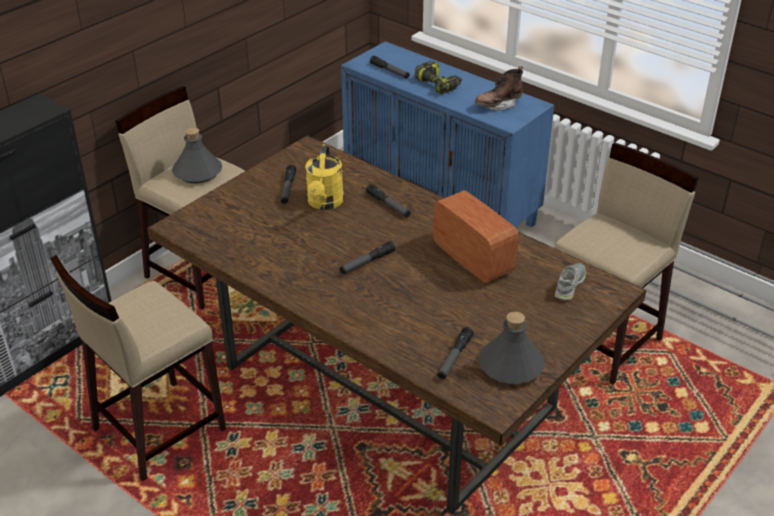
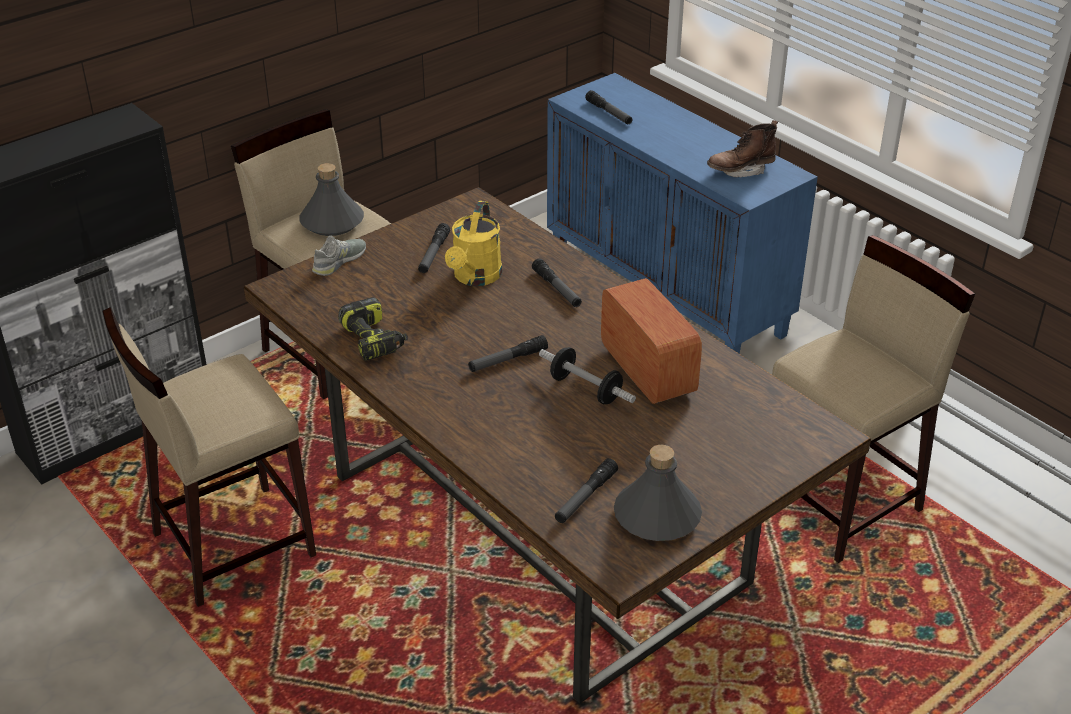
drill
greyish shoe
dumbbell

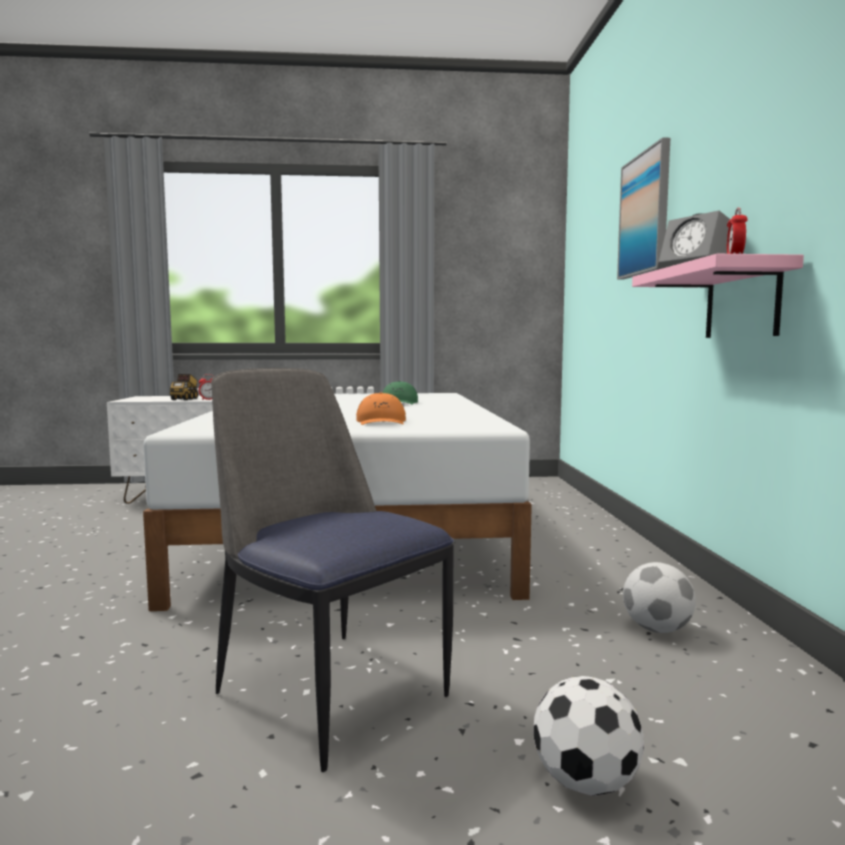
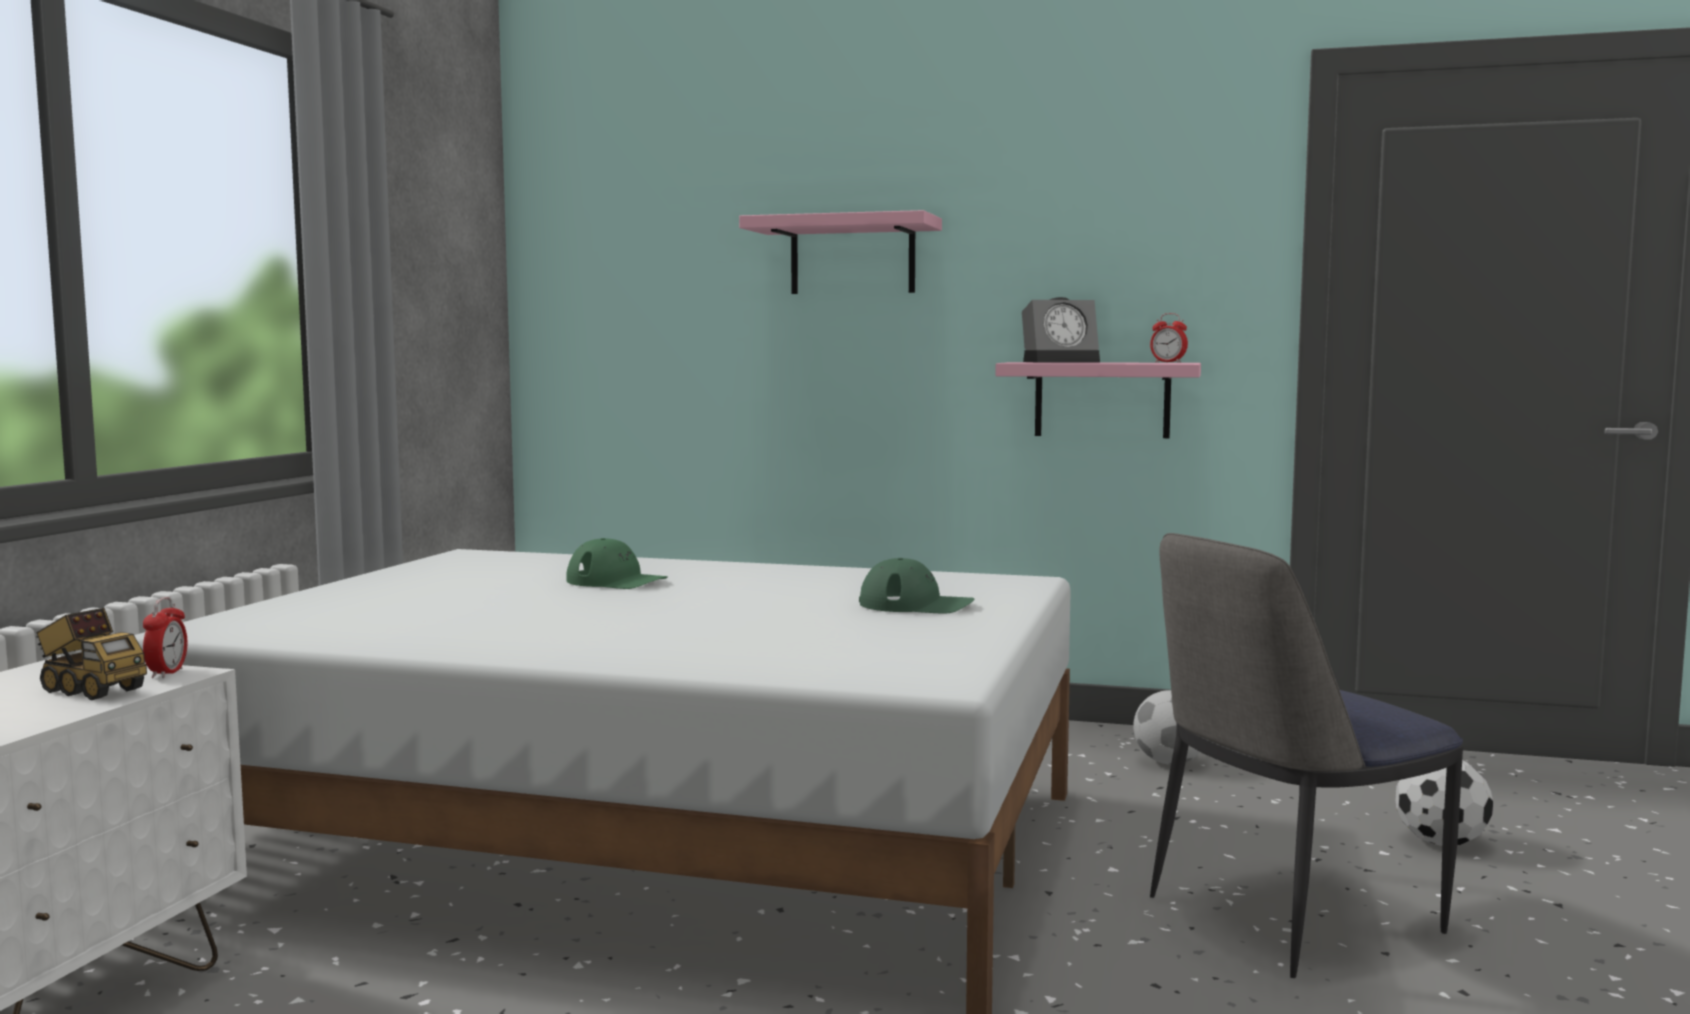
pink-coloured shelf (no. 1 from left)
greenish baseball cap (no. 2 from left)

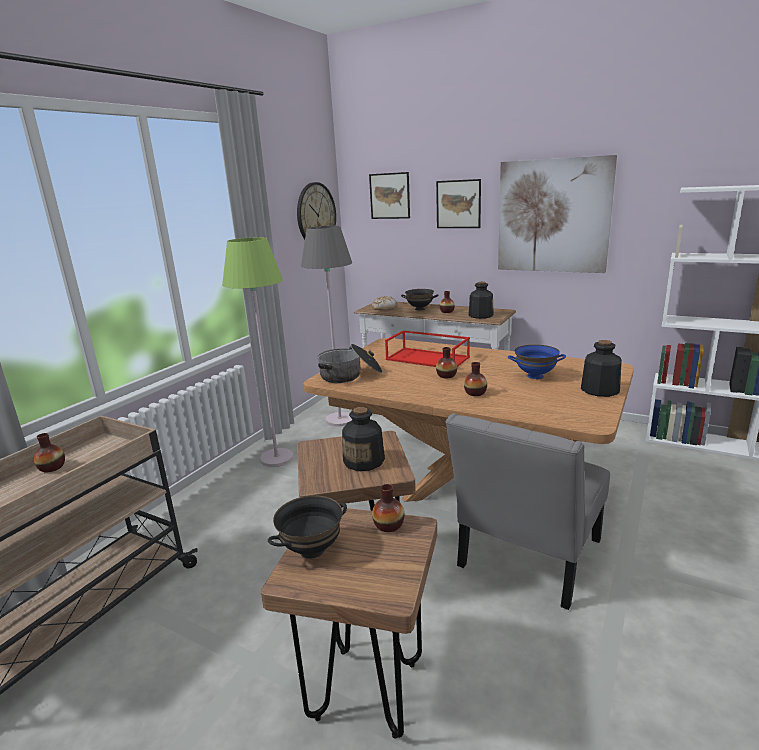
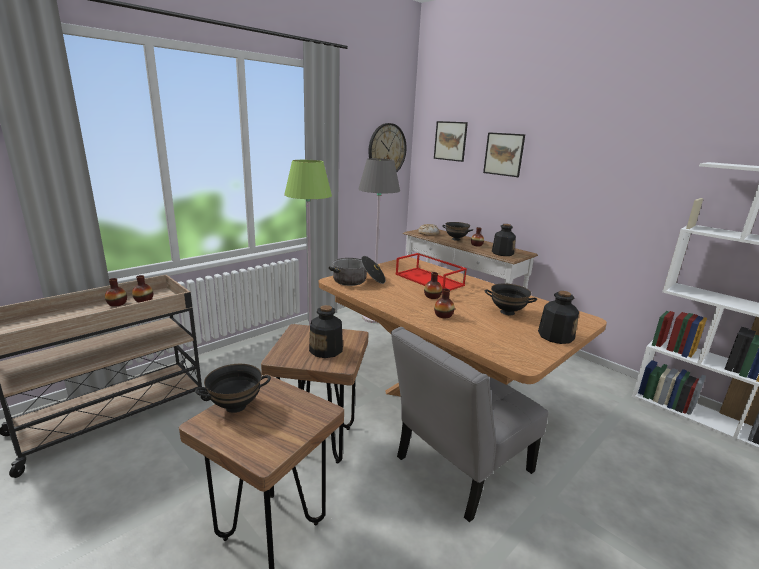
picture (no. 3 from left in the first image)
black deep dish (no. 3 from left)
decorative vase (no. 2 from left)

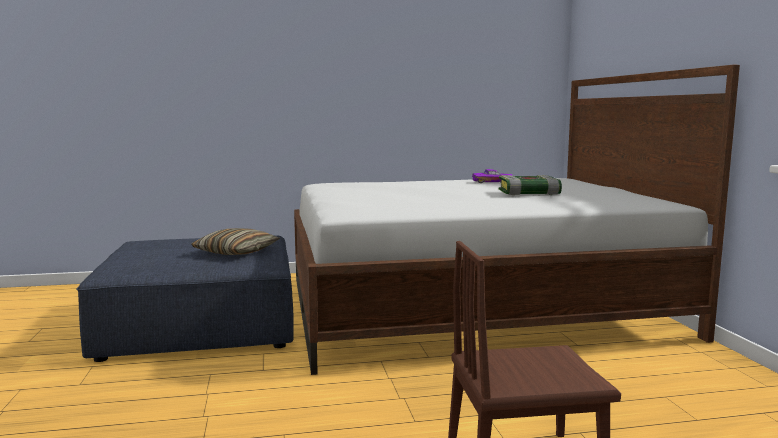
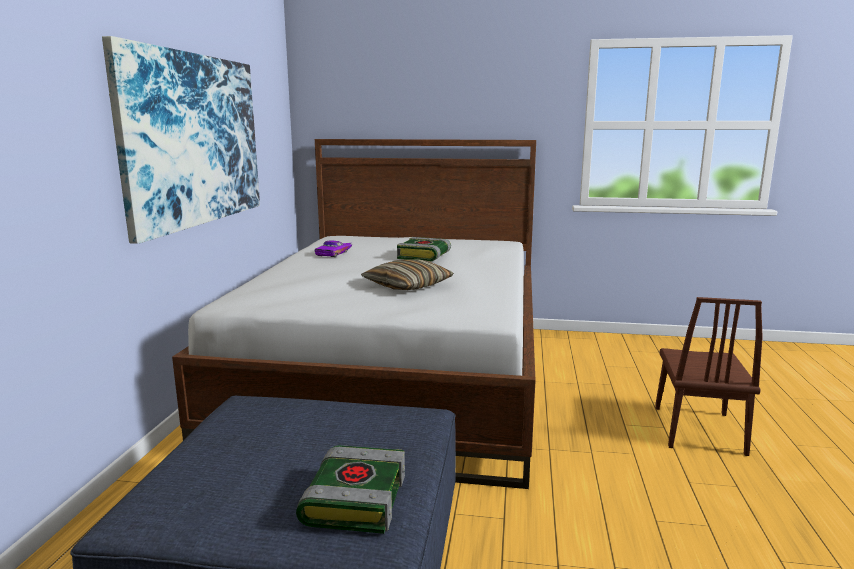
cushion
picture
bound book (no. 1 from left)

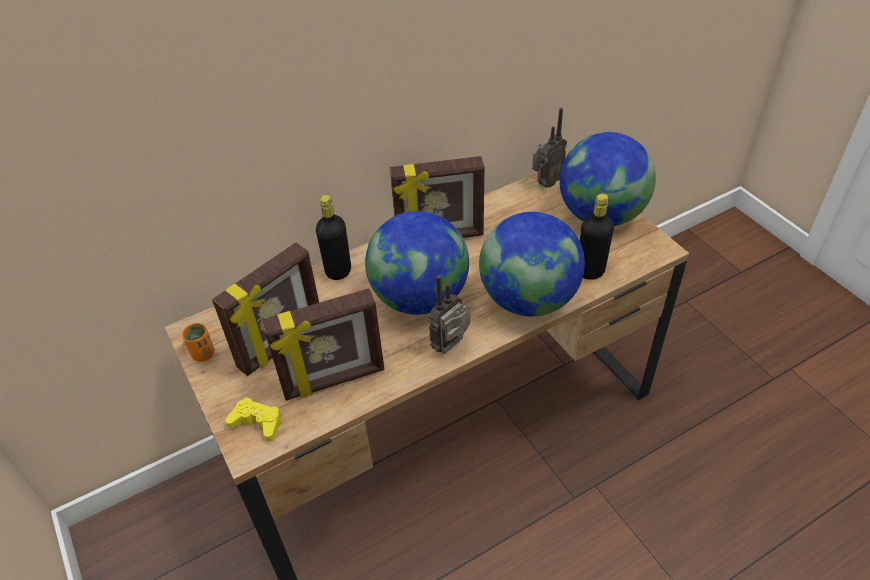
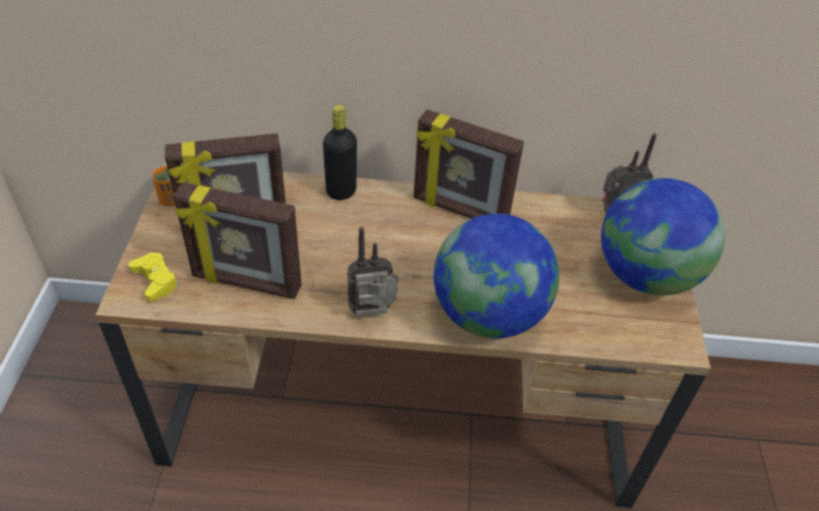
black bottle (no. 2 from left in the first image)
world globe (no. 1 from left in the first image)

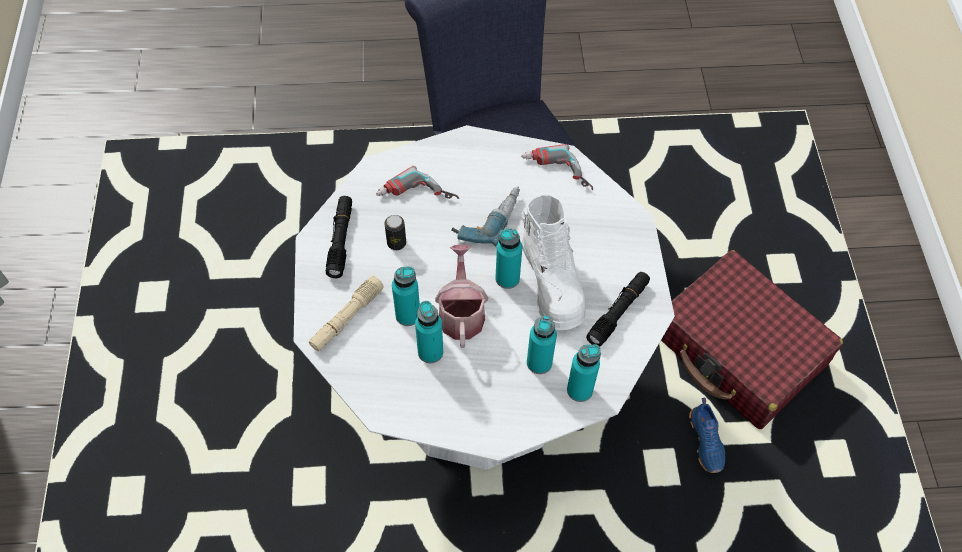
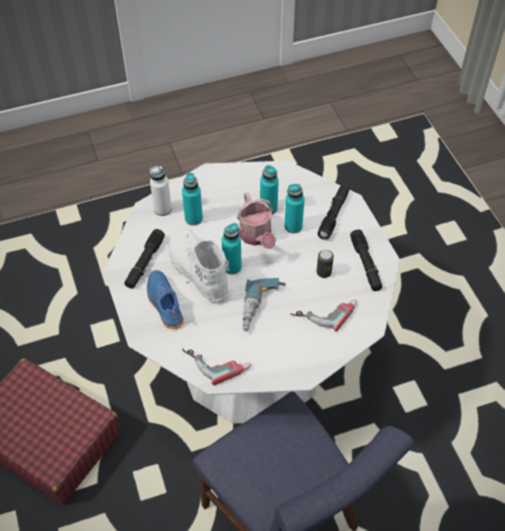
black hand torch (no. 2 from left)
whitish bottle
blue-coloured shoe

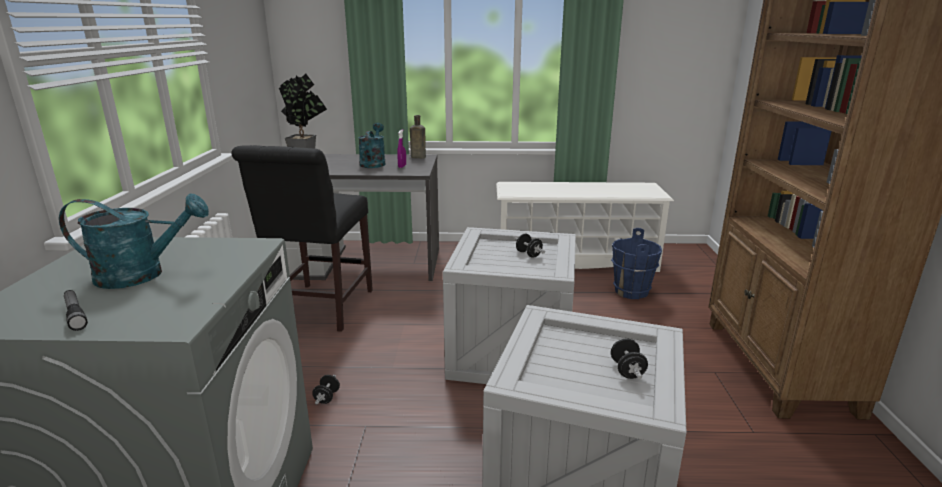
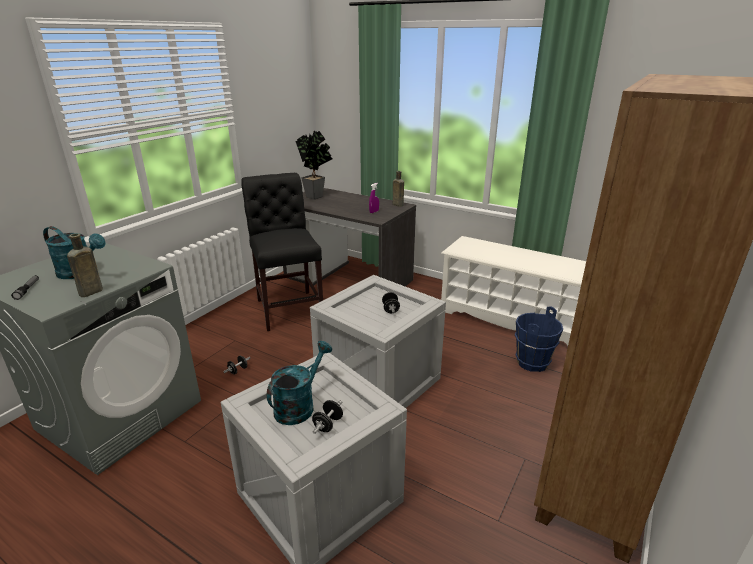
turquoise watering pot (no. 2 from left)
black upright chair
brownish bottle (no. 1 from left)

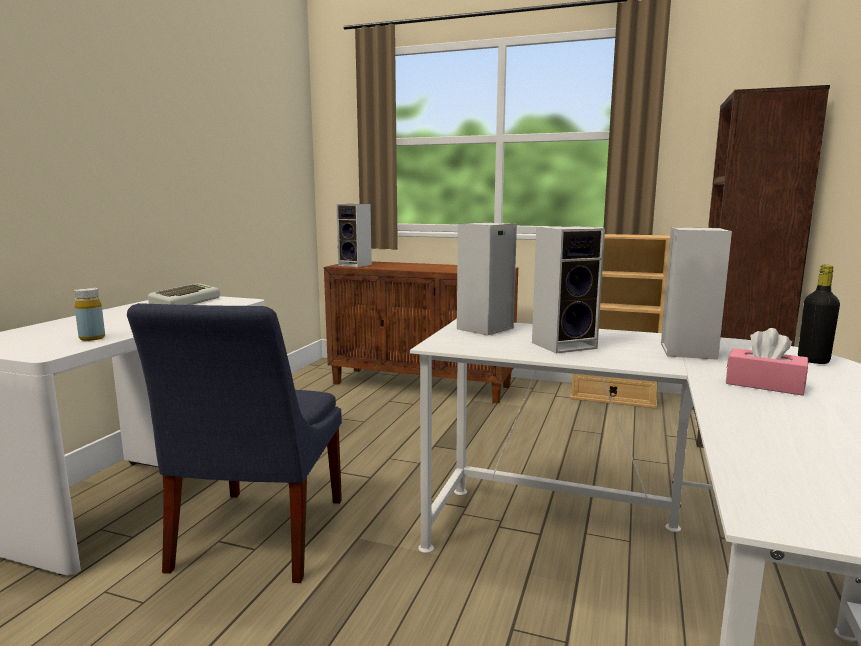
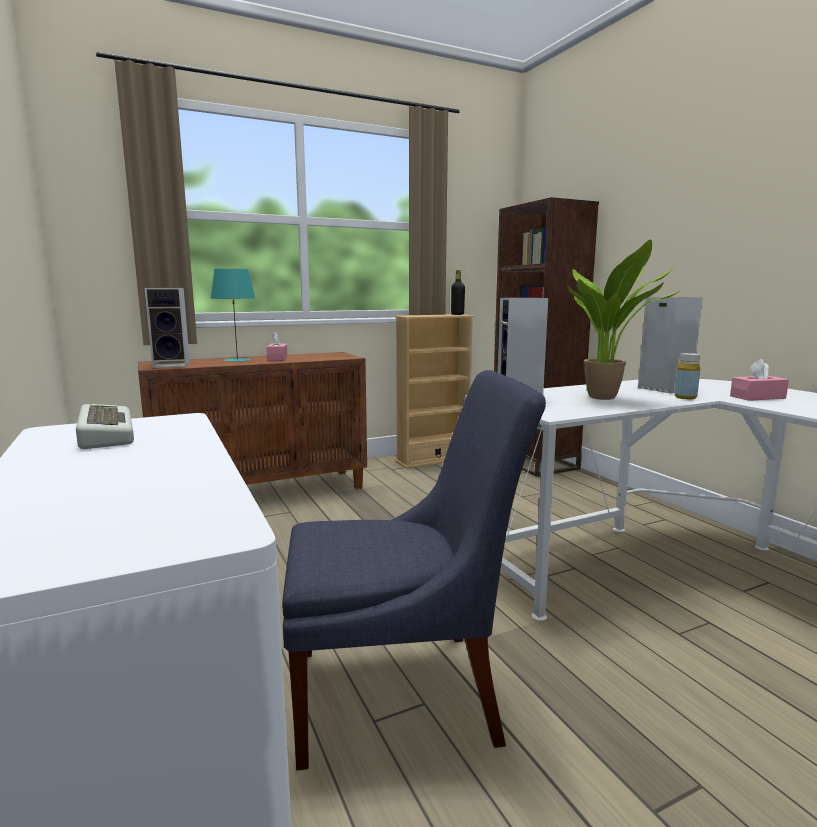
houseplant
black bottle
yellow-coloured bottle
blue-coloured upright chair
turquoise table lamp
pink-coloured tissue box (no. 1 from left)

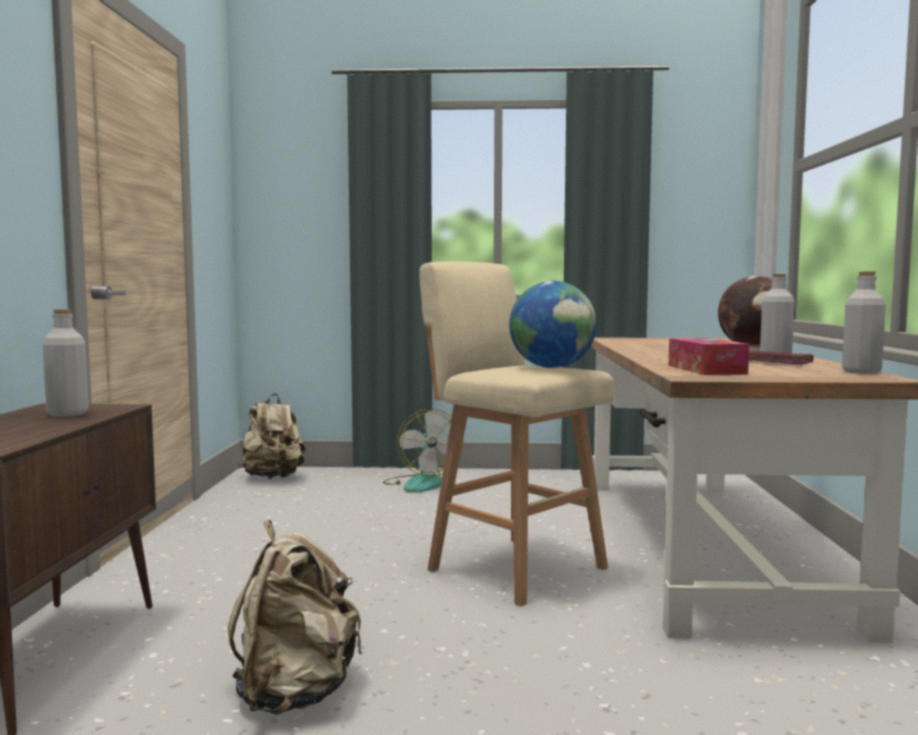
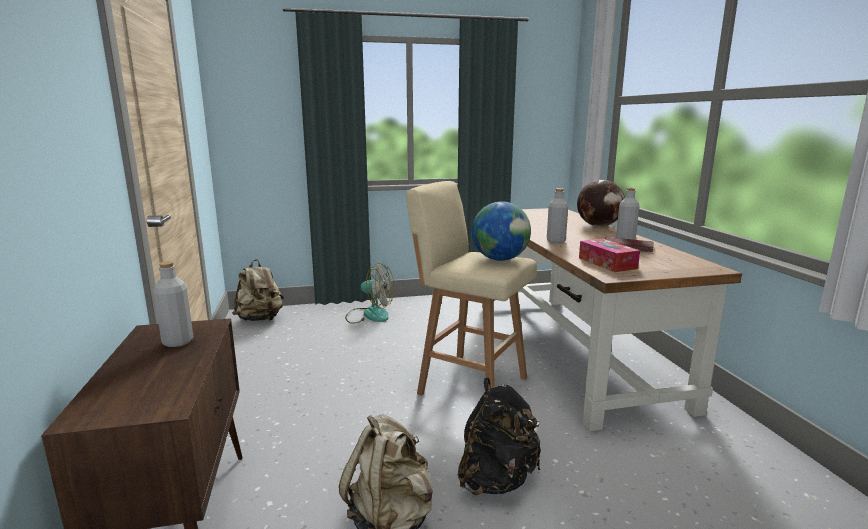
greyish bottle (no. 2 from left)
fan
black rucksack

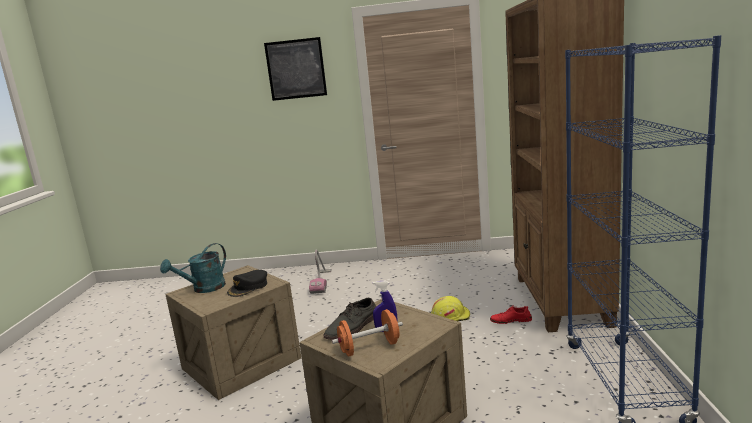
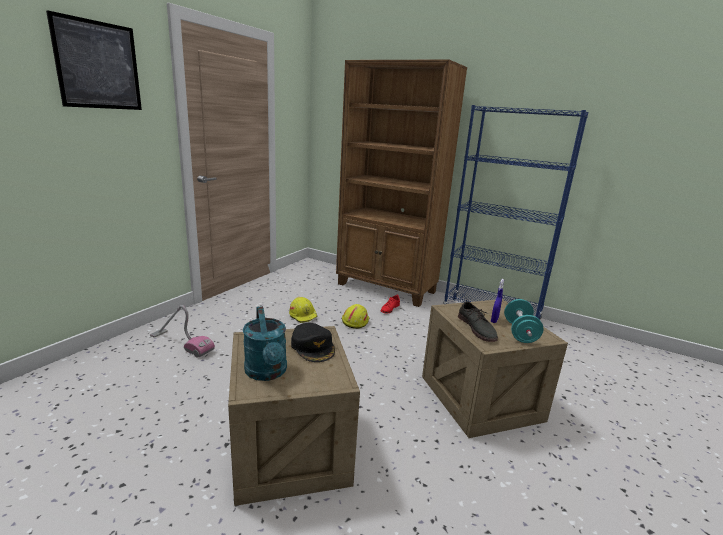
turquoise dumbbell
yellow-coloured work helmet (no. 1 from left)

